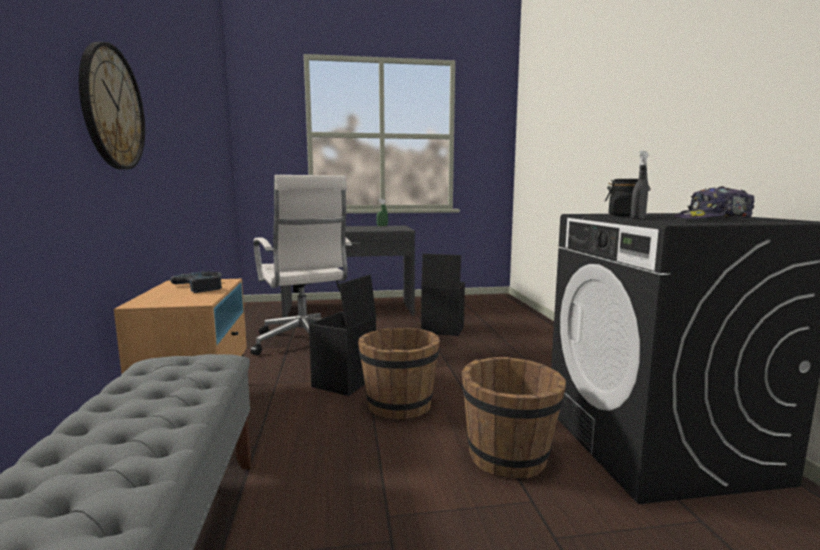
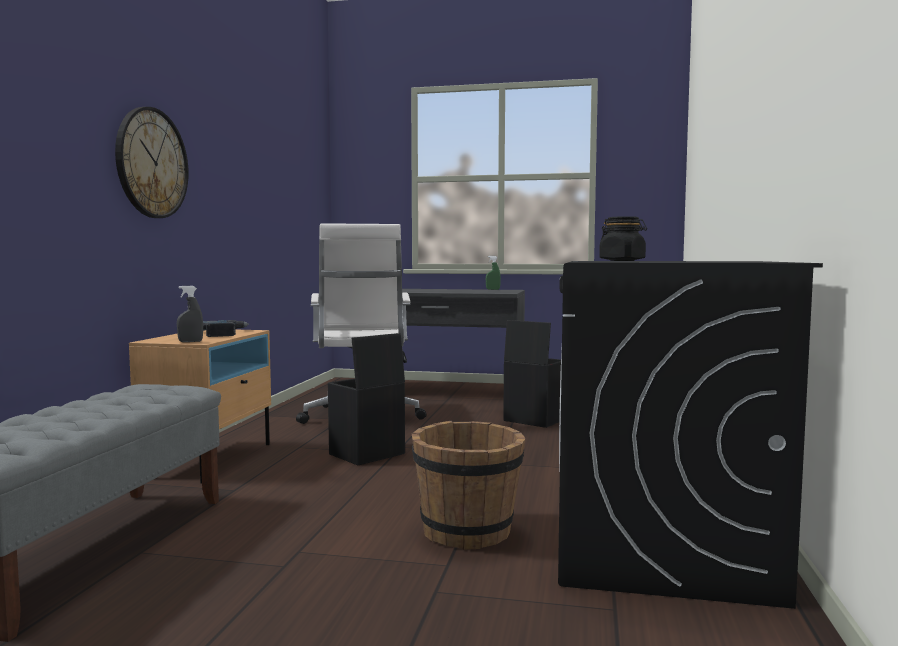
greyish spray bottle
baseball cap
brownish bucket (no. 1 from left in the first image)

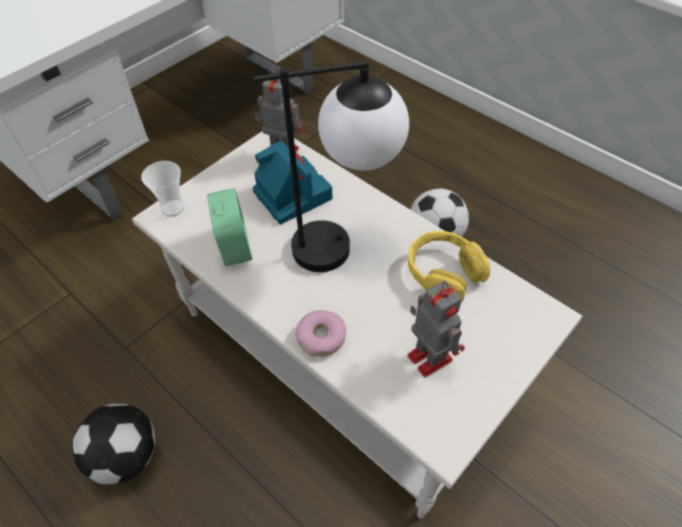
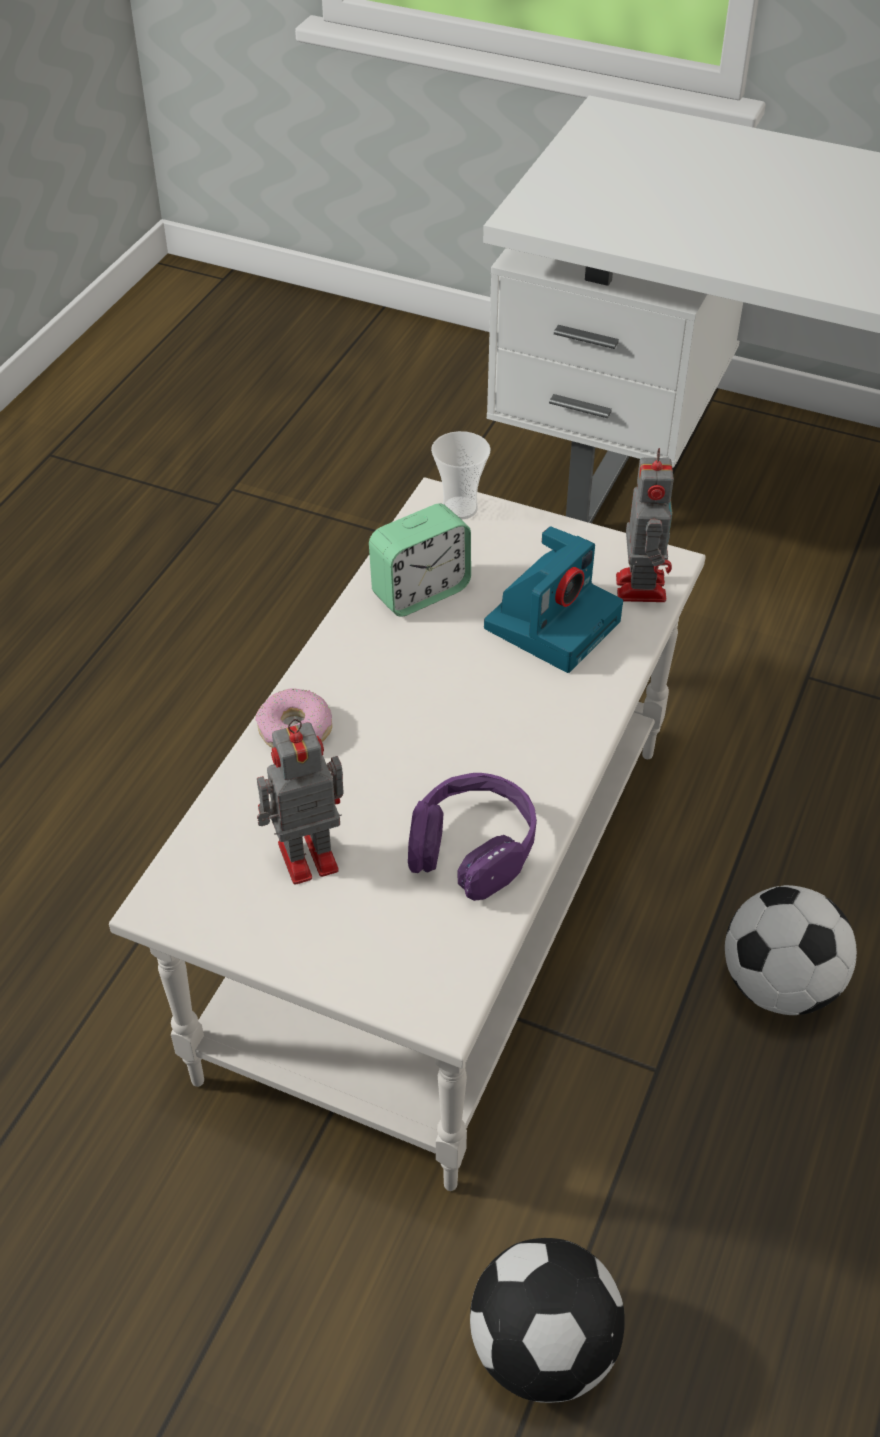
table lamp
purple headphones
toy robot (no. 1 from left)
football (no. 1 from left)

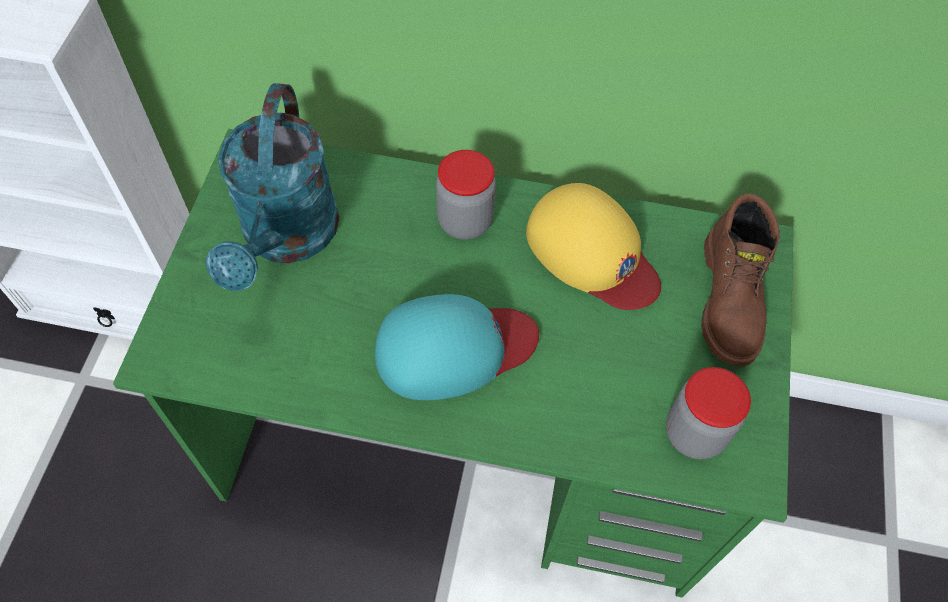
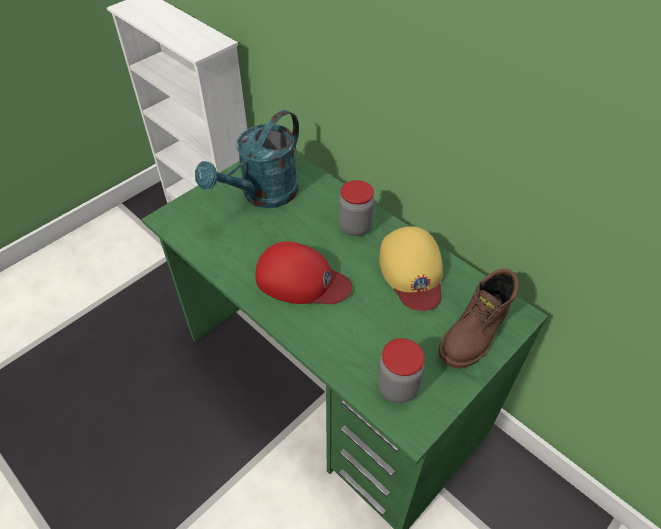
reddish baseball cap

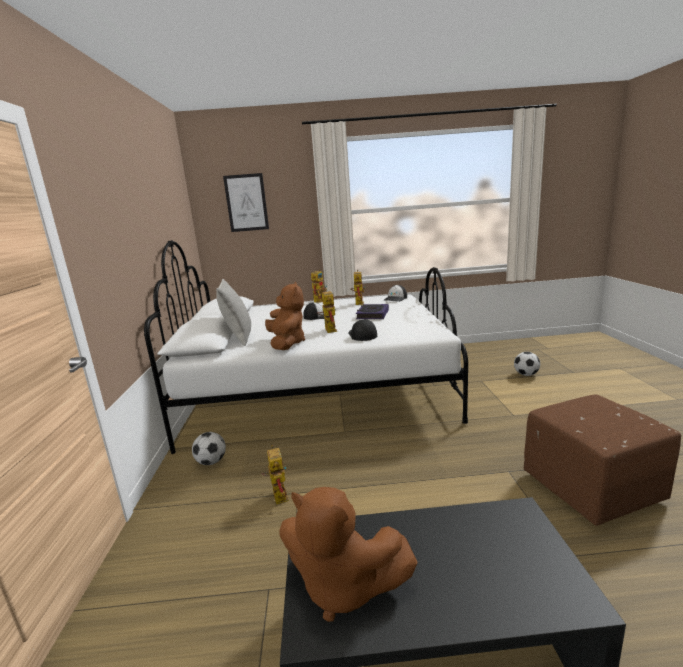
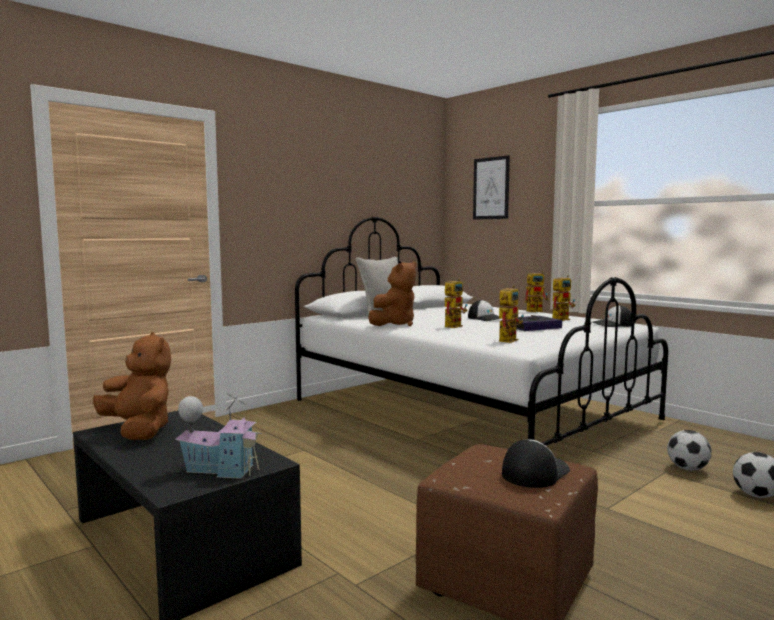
baseball cap (no. 2 from left)
football (no. 1 from left)
toy robot (no. 2 from left)
brownish soft toy (no. 1 from left)
model house

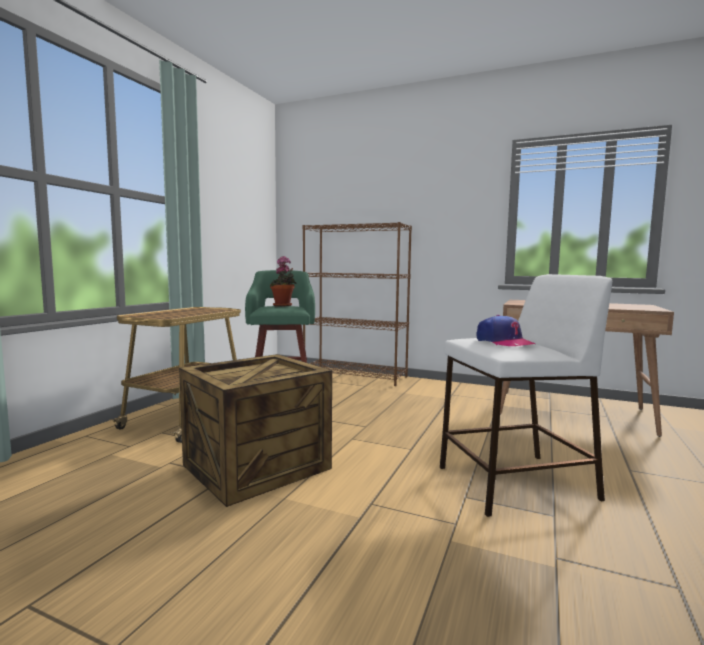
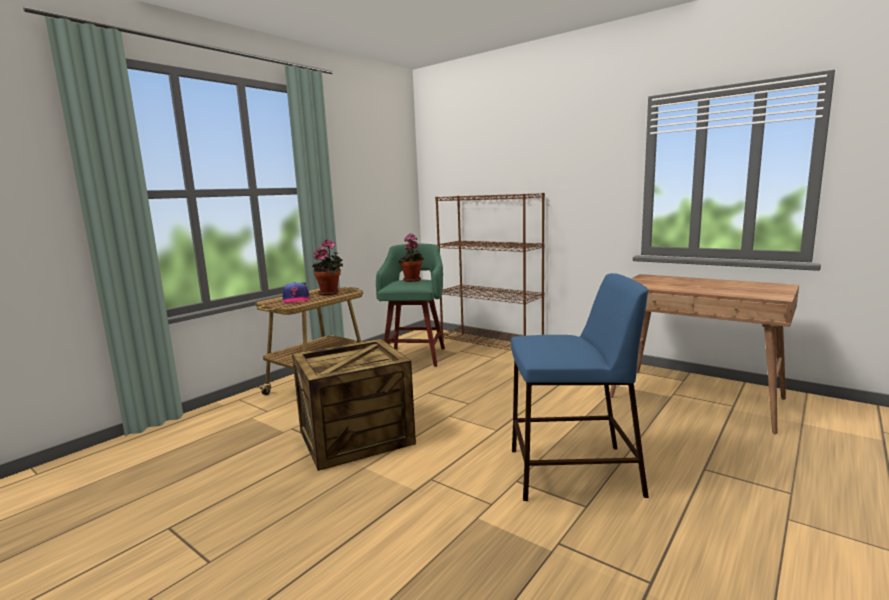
blue-coloured stool seat
baseball cap
houseplant (no. 1 from left)

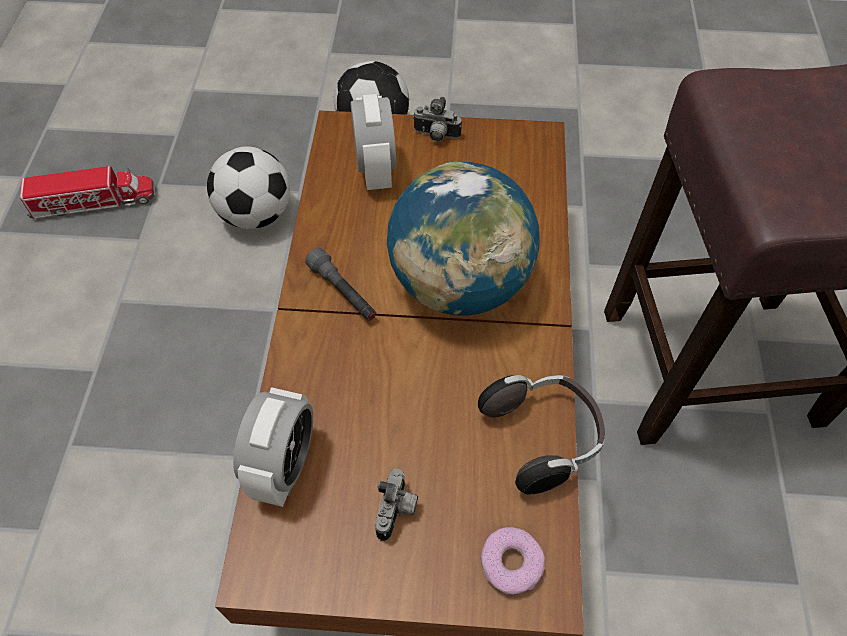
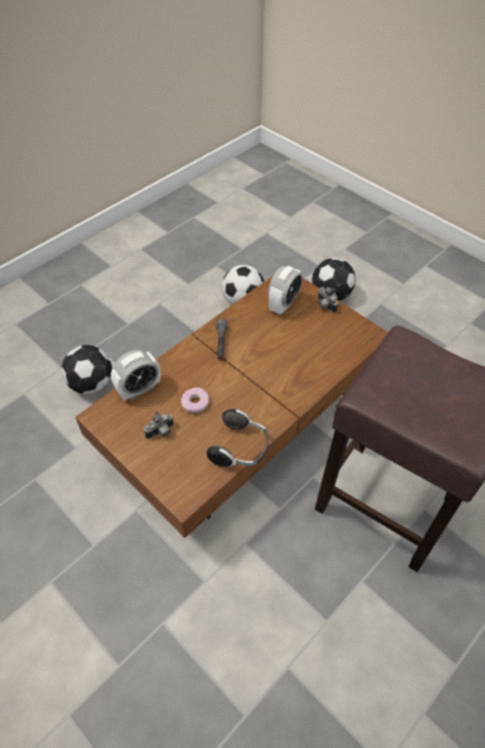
world globe
model truck
ring doughnut
football (no. 1 from left)

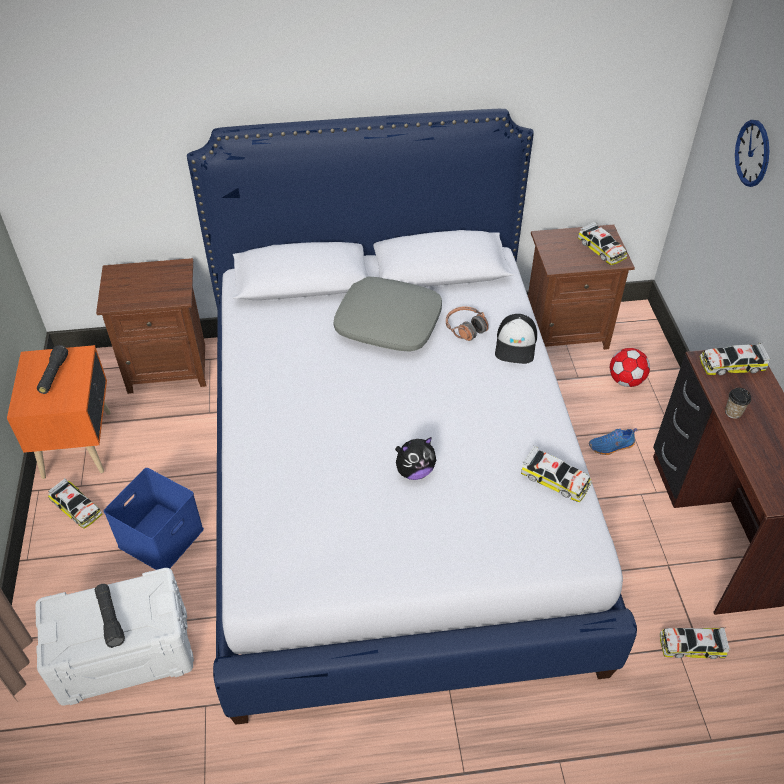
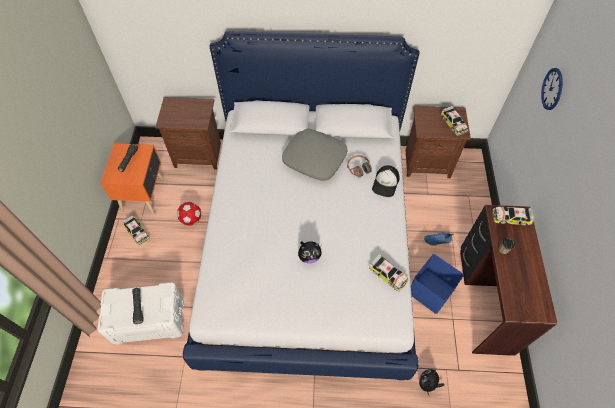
football
blue-coloured storage box
toy car (no. 4 from left in the first image)
soft toy (no. 2 from left)

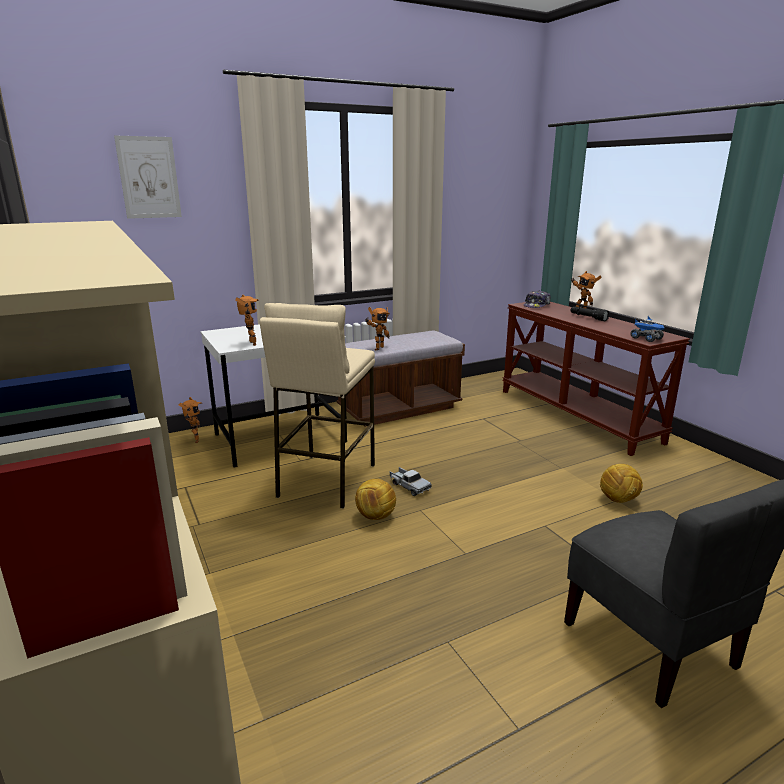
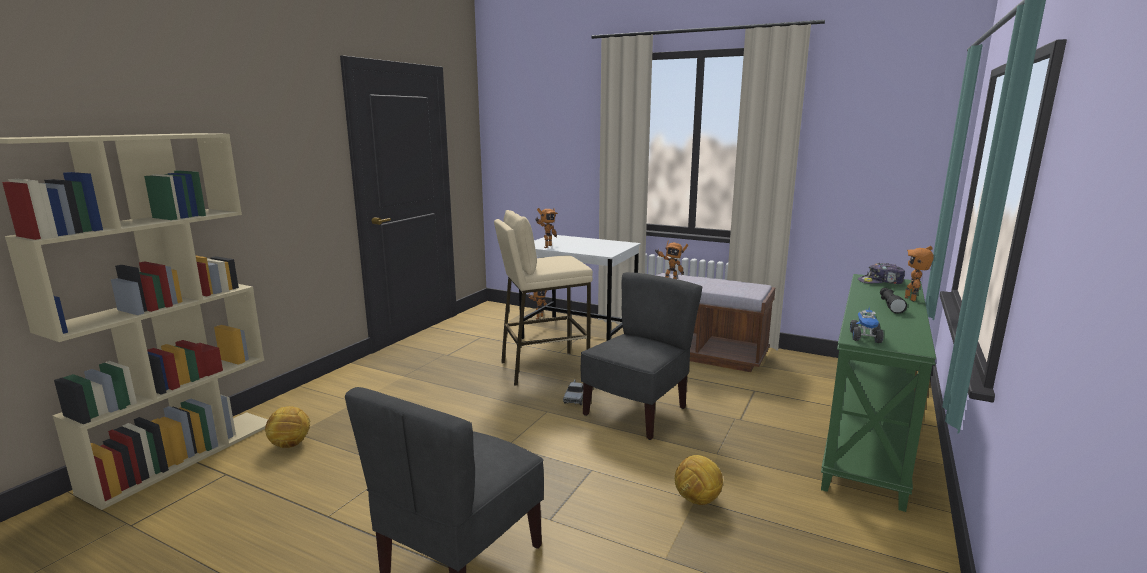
picture
greenish hall table
football (no. 1 from left)
greyish upright chair (no. 2 from left)

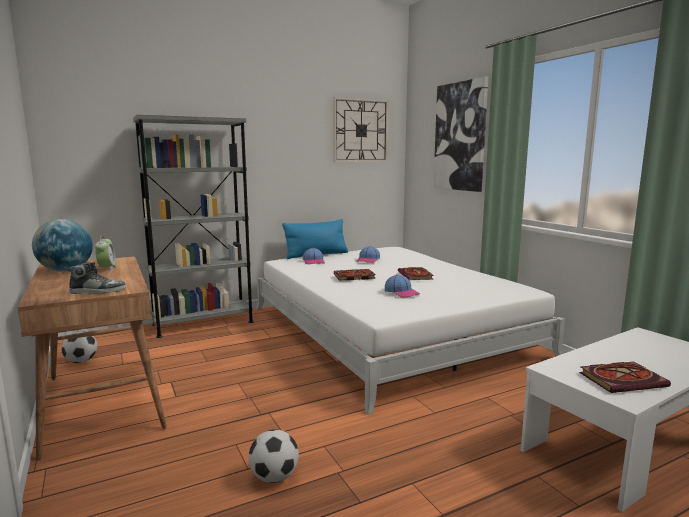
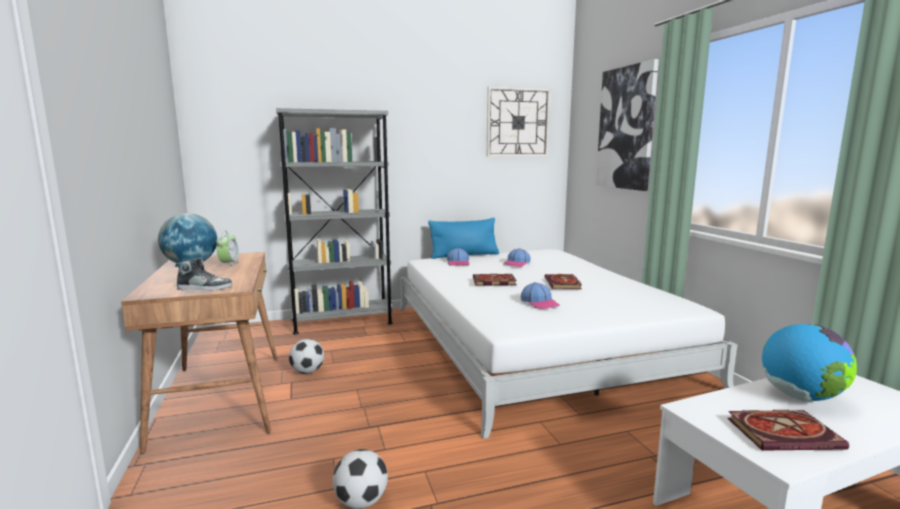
football (no. 1 from left)
world globe (no. 2 from left)

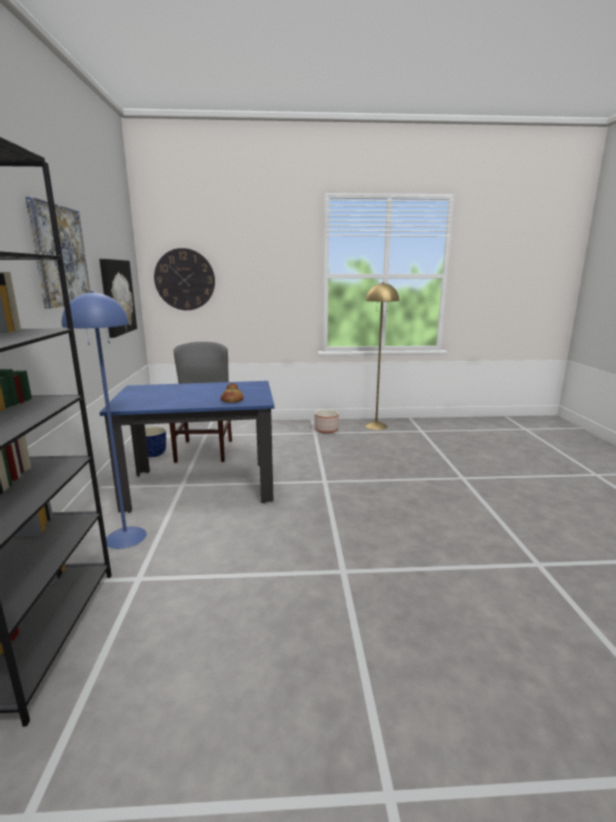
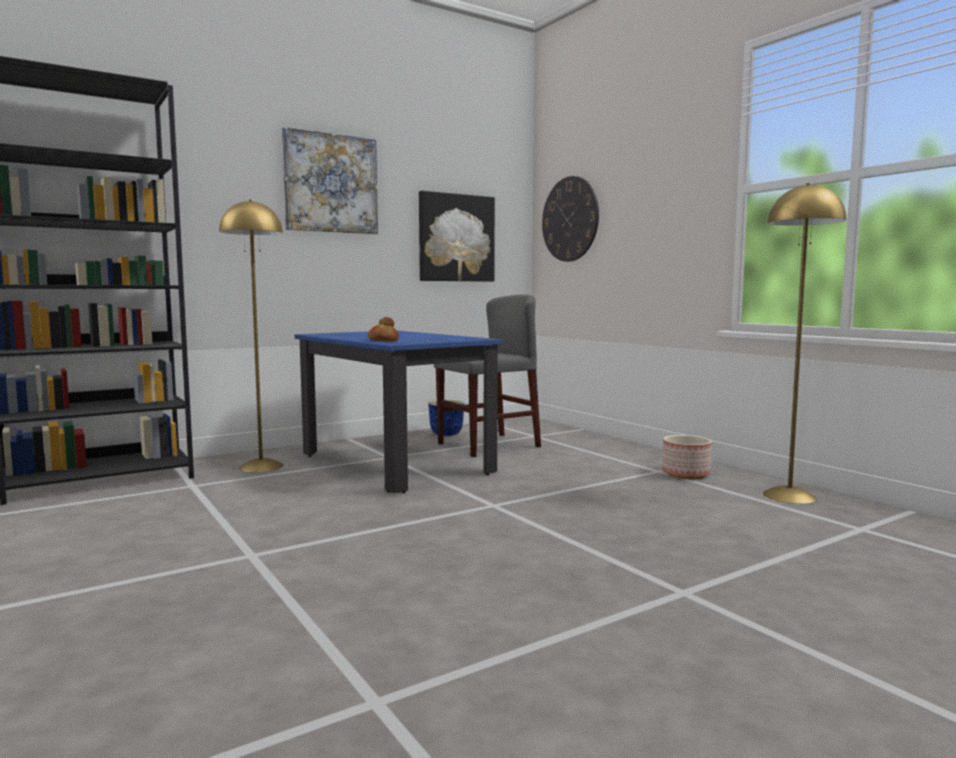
yellow-coloured standing lamp (no. 1 from left)

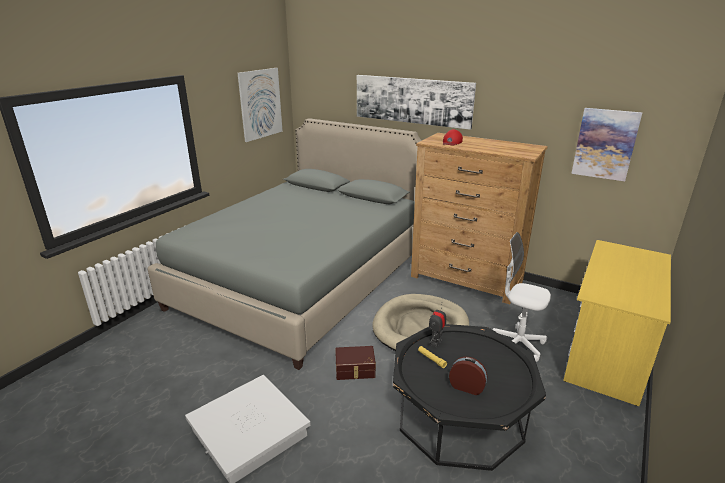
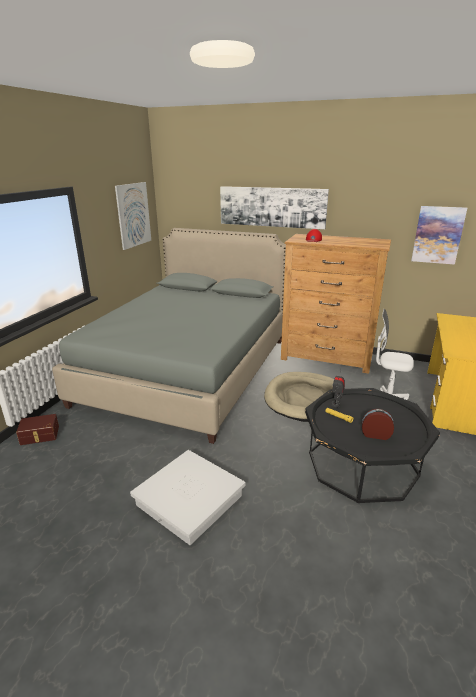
brownish storage box

